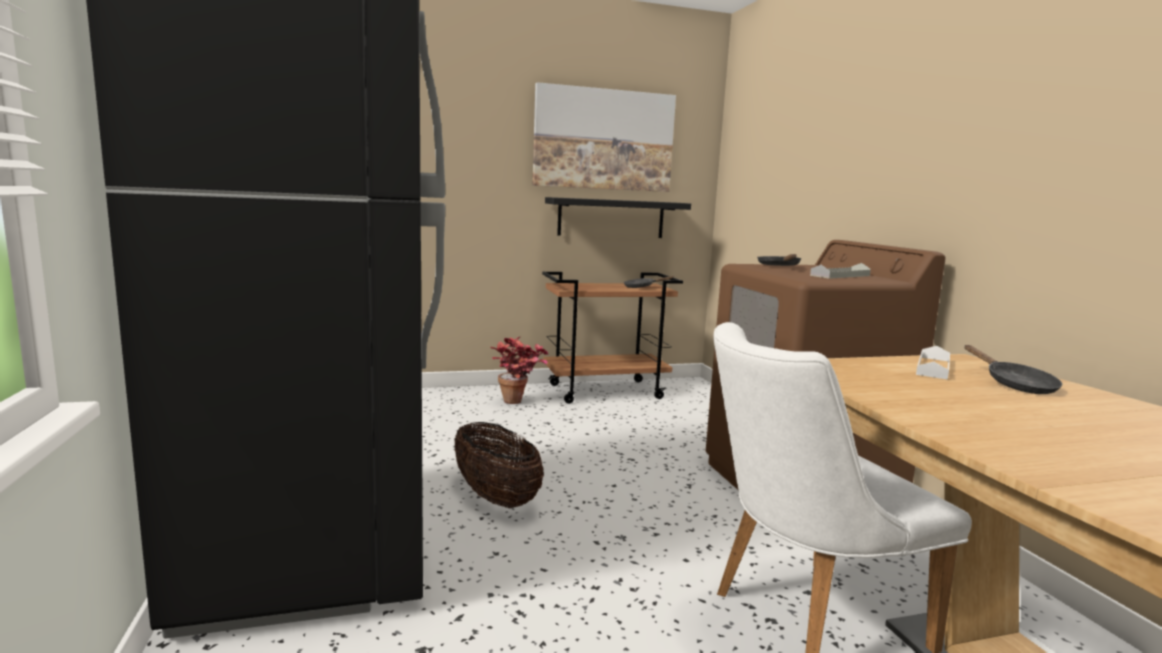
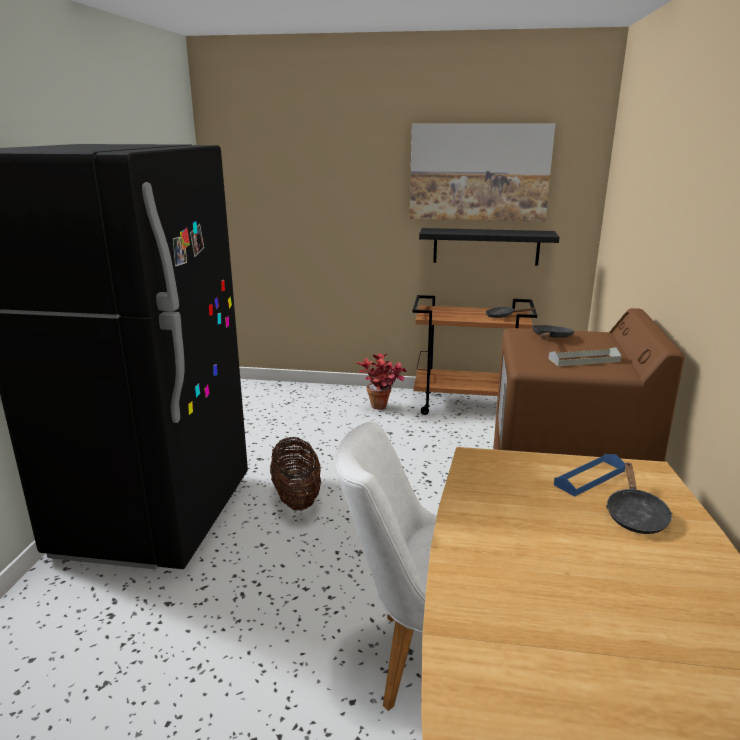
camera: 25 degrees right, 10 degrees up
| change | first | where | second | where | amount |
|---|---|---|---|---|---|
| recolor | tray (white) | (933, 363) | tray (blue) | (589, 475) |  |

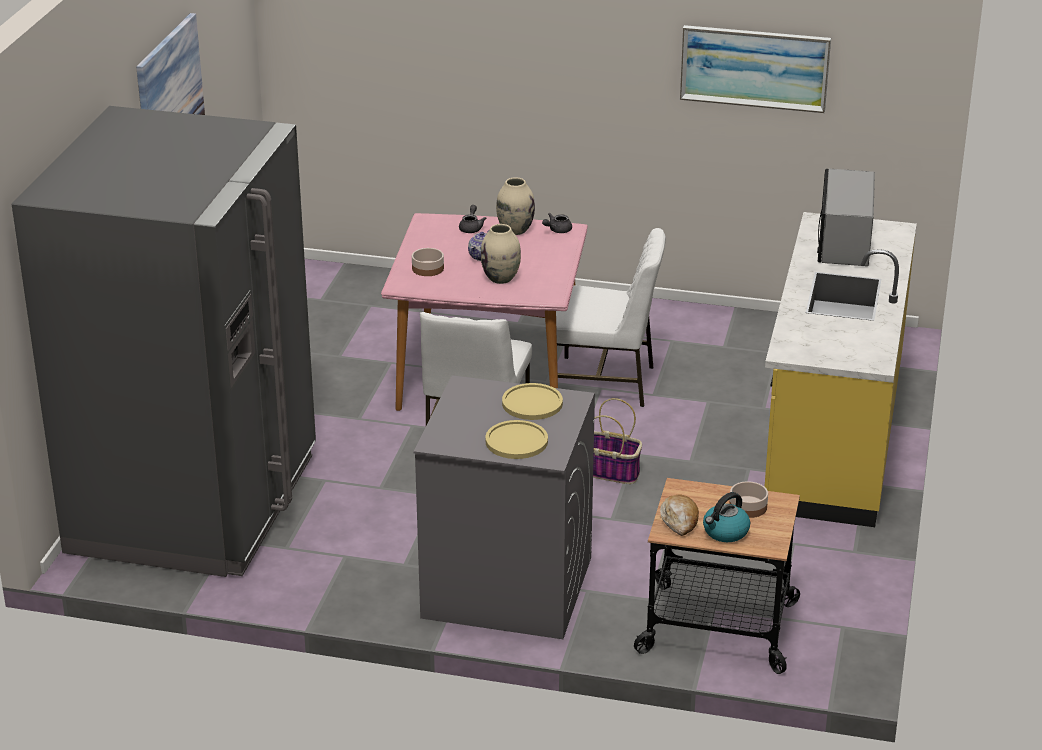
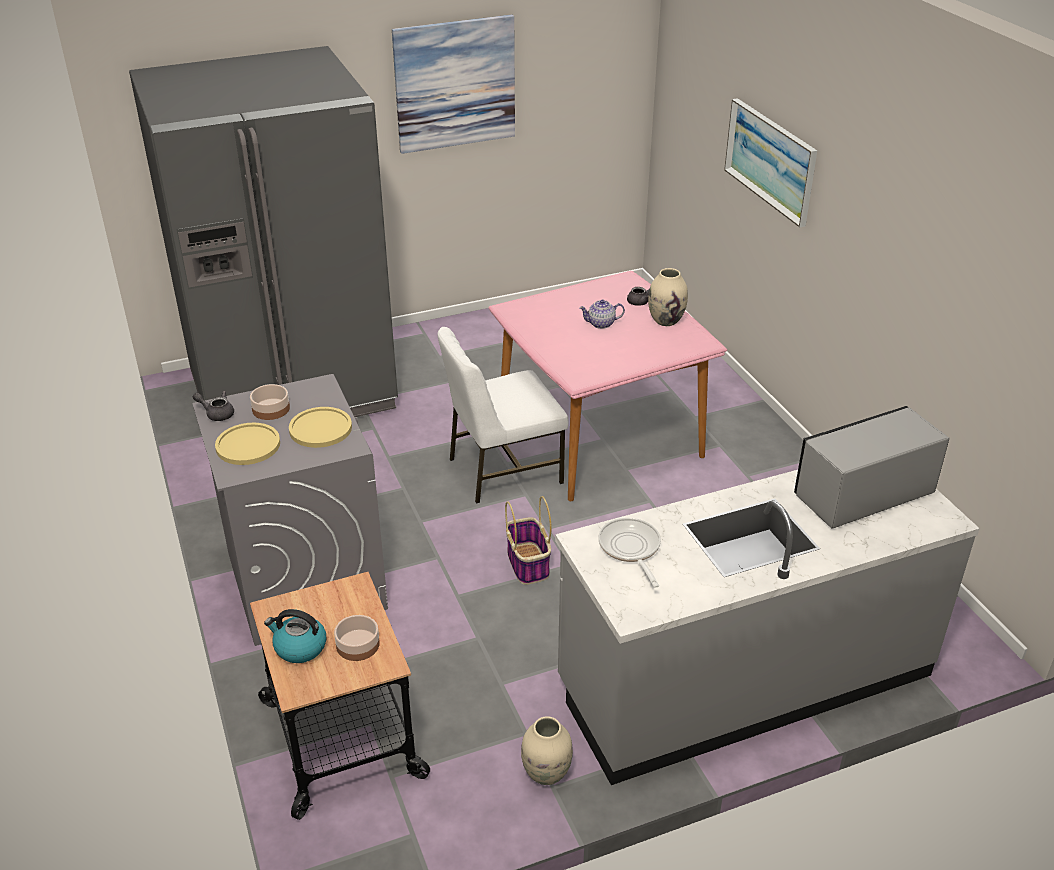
camera: 55 degrees right, 5 degrees up
| change | first | where | second | where | amount |
|---|---|---|---|---|---|
| move | teapot (grey) | (557, 223) |  | (213, 406) |  |
| move | bowl | (428, 262) |  | (270, 402) |  |
| move | vase (beige) | (501, 254) |  | (547, 750) |  |
| recolor | counter (yellow) | (840, 369) | counter (grey) | (767, 627) |  |
| insert |  |  | frying pan | (630, 553) |  |
| move | picture | (755, 69) |  | (770, 162) |  |
| delete | chair (white) | (611, 317) |  |  |  |
| delete | bread | (679, 515) |  |  |  |

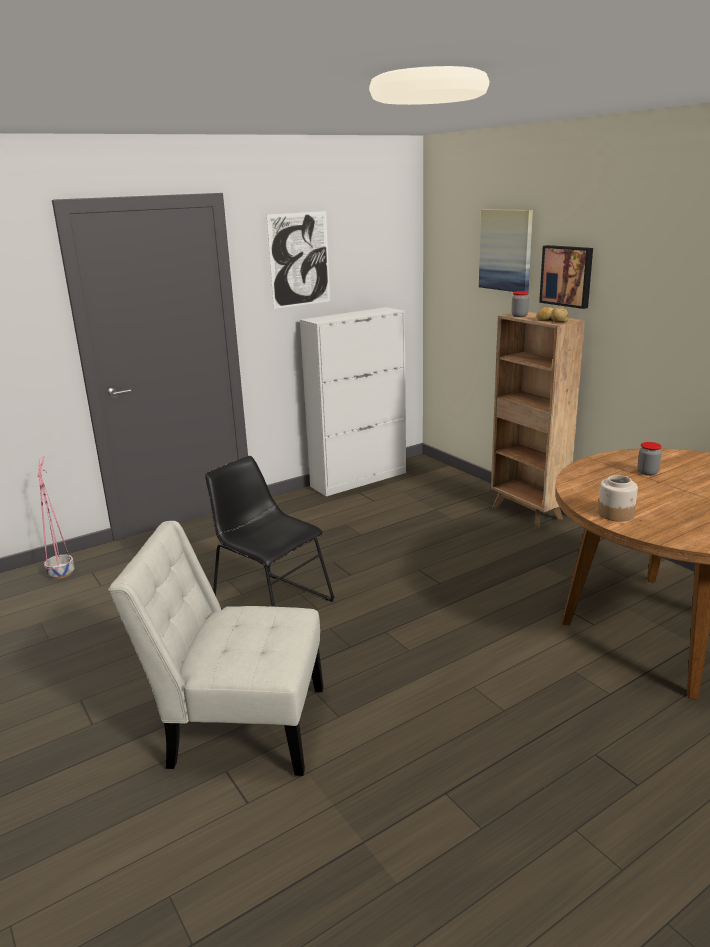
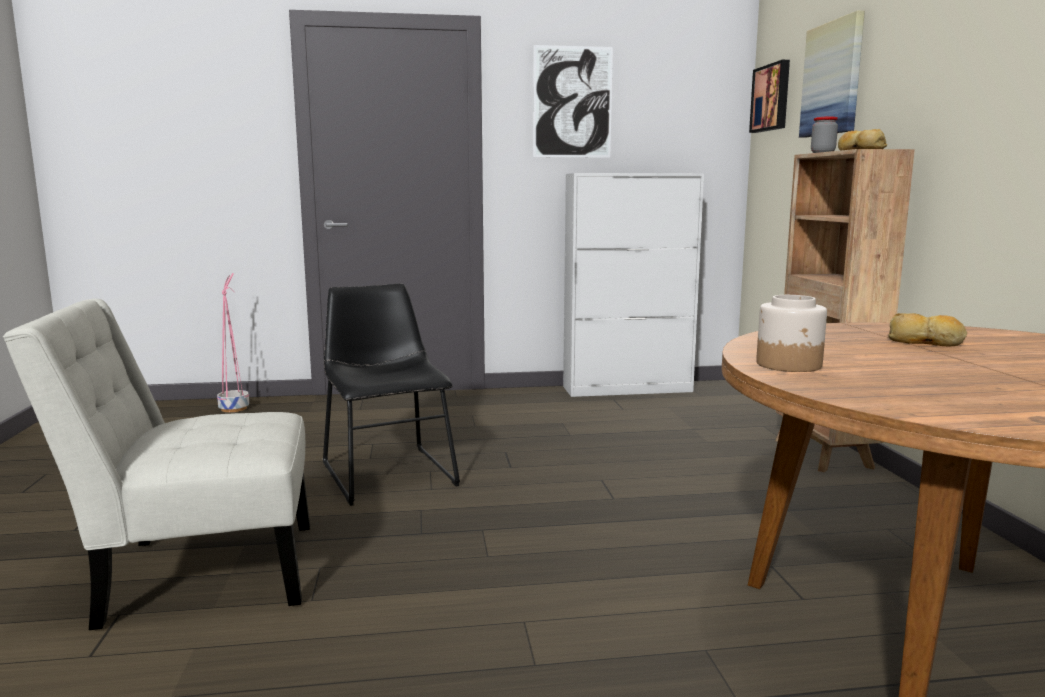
camera: 25 degrees right, 10 degrees down
| change | first | where | second | where | amount |
|---|---|---|---|---|---|
| rotate | chair (white) | (216, 648) |  | (156, 464) | 45 degrees counterclockwise |
| move | picture | (566, 277) |  | (769, 96) |  |
| replace | jar | (649, 459) | bread | (927, 329) |  |

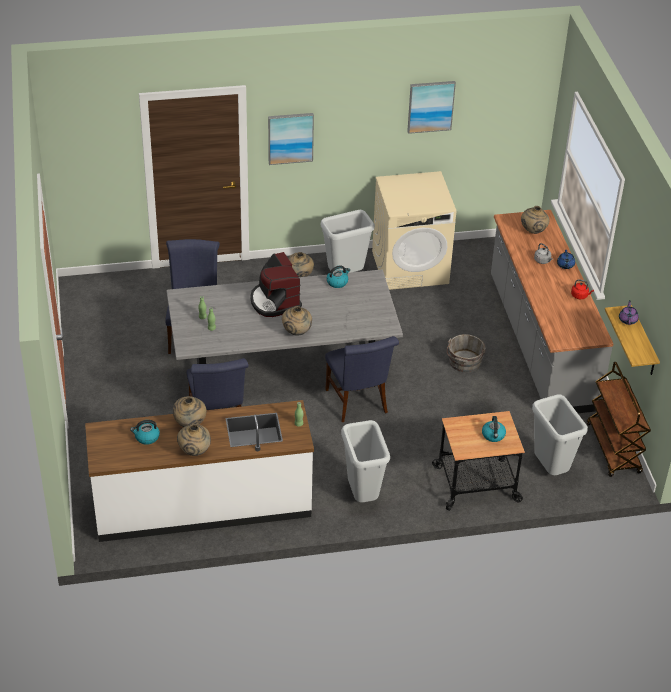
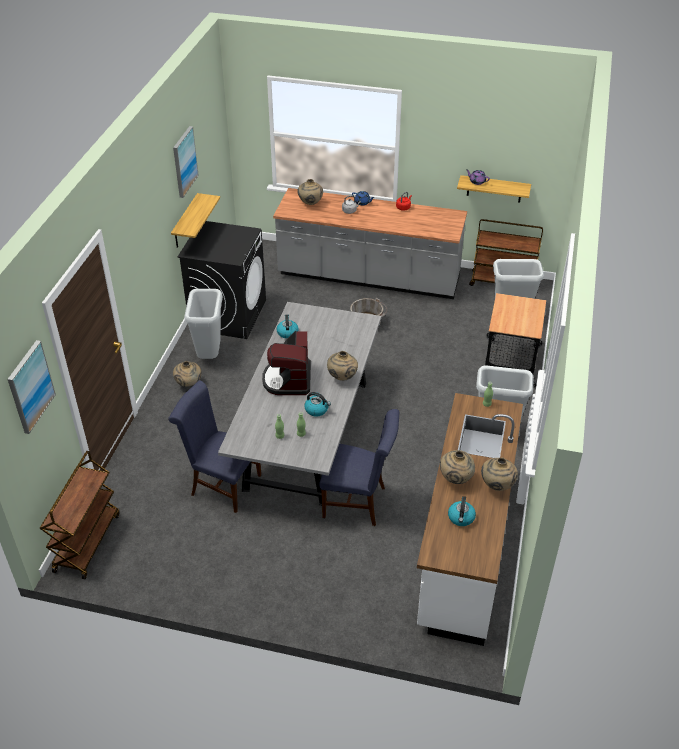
camera: 65 degrees left, 0 degrees up
| change | first | where | second | where | amount |
|---|---|---|---|---|---|
| move | picture | (291, 139) |  | (32, 387) |  |
| insert |  |  | cart (brown) | (80, 515) |  |
| insert |  |  | shelf | (195, 220) |  |
| recolor | washing machine (beige) | (414, 230) | washing machine (black) | (221, 280) |  |
| rotate | coffee machine | (276, 284) |  | (286, 363) | 90 degrees clockwise |
| move | kettle | (494, 429) |  | (317, 404) |  |
| delete | chair (blue) | (362, 379) |  |  |  |

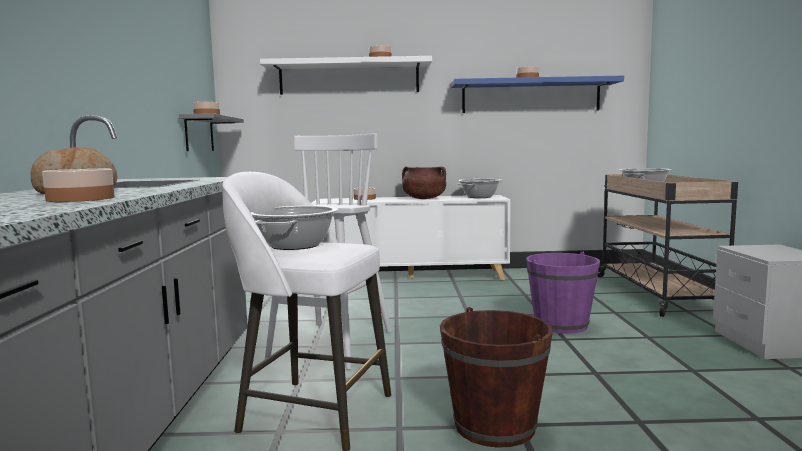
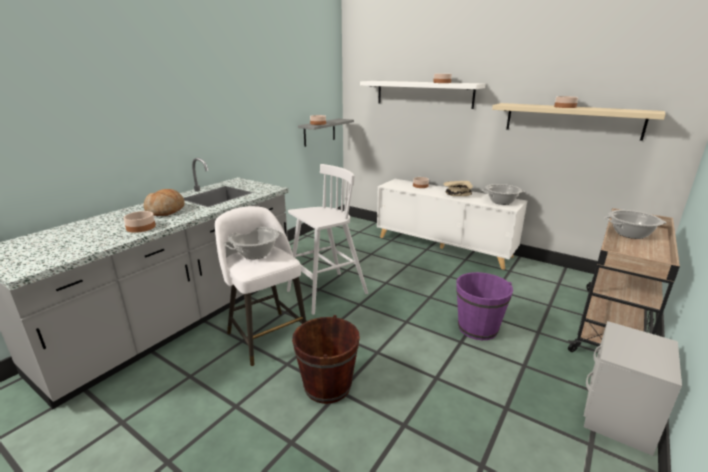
camera: 35 degrees right, 15 degrees up
| change | first | where | second | where | amount |
|---|---|---|---|---|---|
| replace | cooking pot (brown) | (424, 183) | bowl (beige) | (458, 188) |  |
| recolor | shelf (blue) | (537, 94) | shelf (beige) | (579, 122) |  |

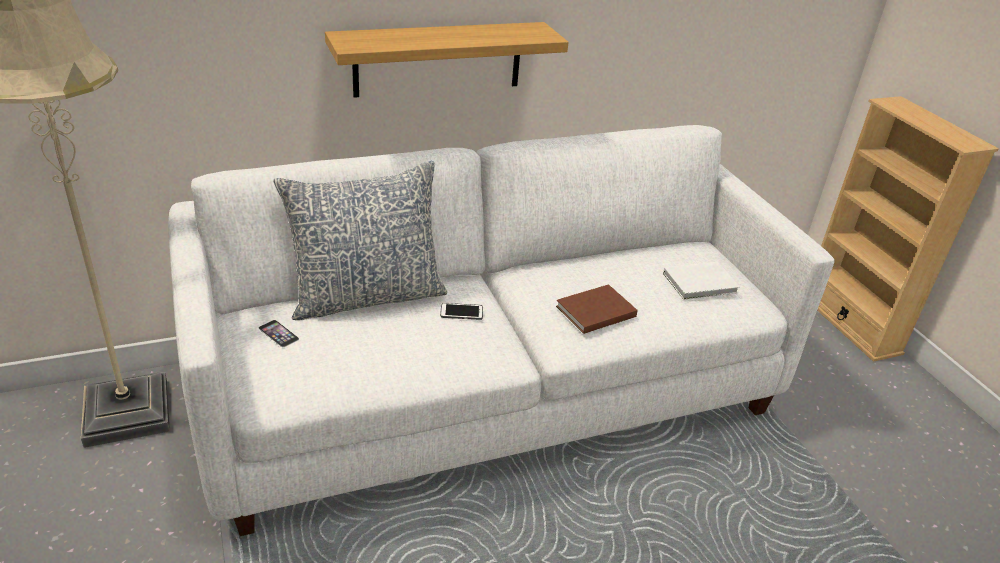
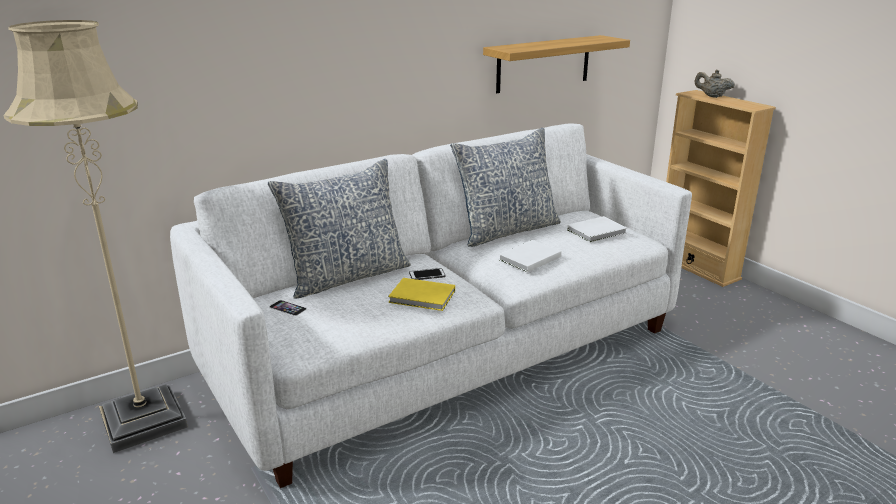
camera: 10 degrees left, 10 degrees down
| change | first | where | second | where | amount |
|---|---|---|---|---|---|
| insert |  |  | book (yellow) | (421, 294) |  |
| insert |  |  | pillow | (505, 187) |  |
| move | shelf | (447, 60) |  | (556, 64) |  |
| recolor | book (brown) | (597, 309) | book (white) | (529, 256) |  |
| insert |  |  | teapot (beige) | (714, 83) |  |

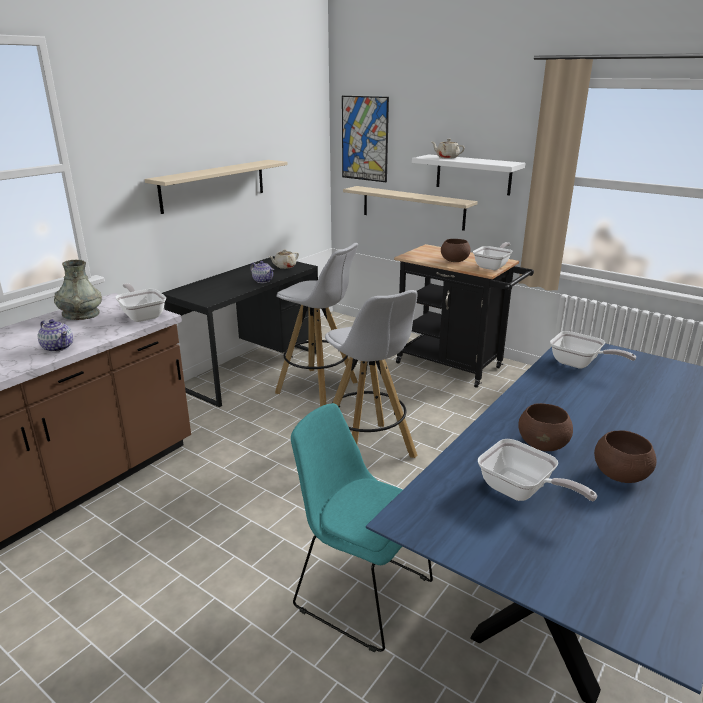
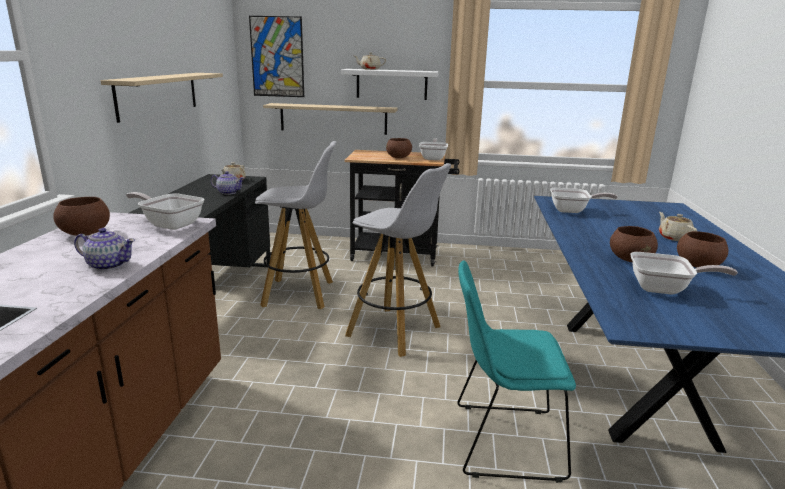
camera: 30 degrees left, 5 degrees down
| change | first | where | second | where | amount |
|---|---|---|---|---|---|
| replace | vase (grey) | (78, 290) | bowl (brown) | (81, 216) |  |
| insert |  |  | teapot (beige) | (678, 226) |  |

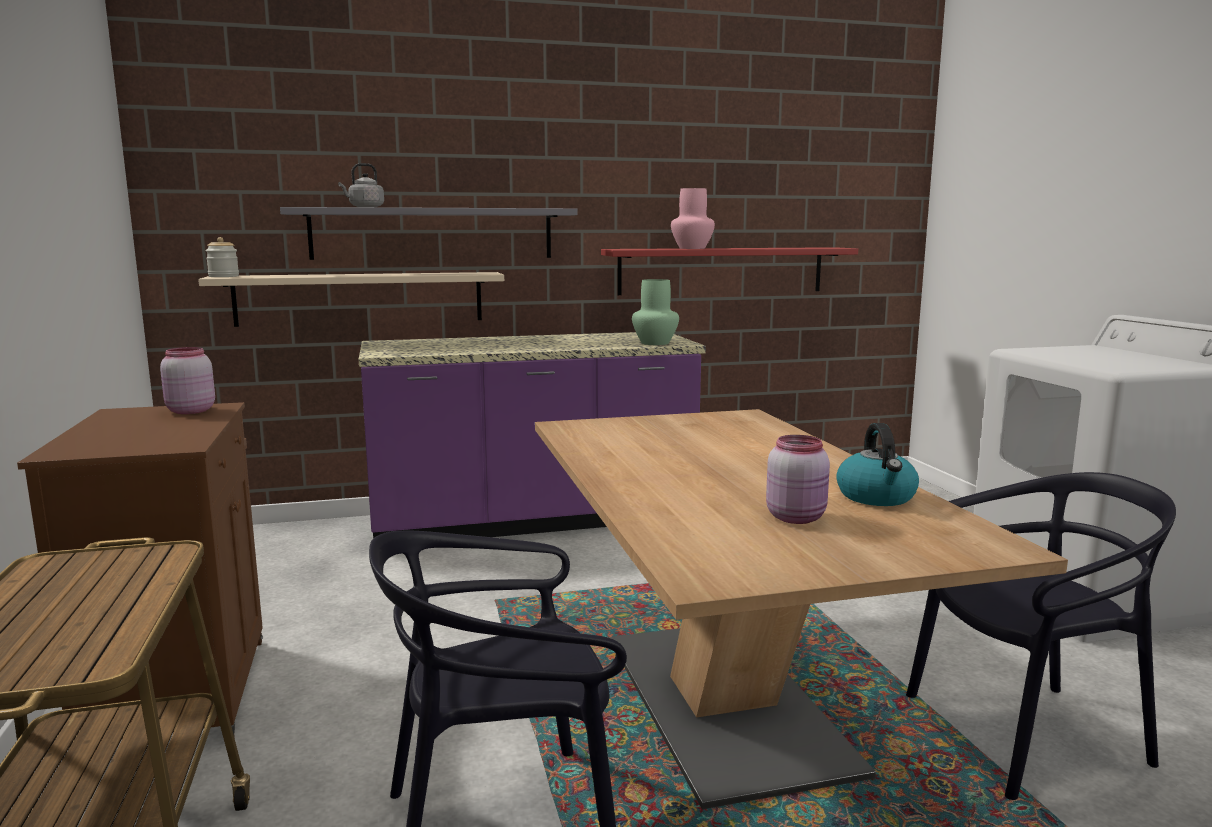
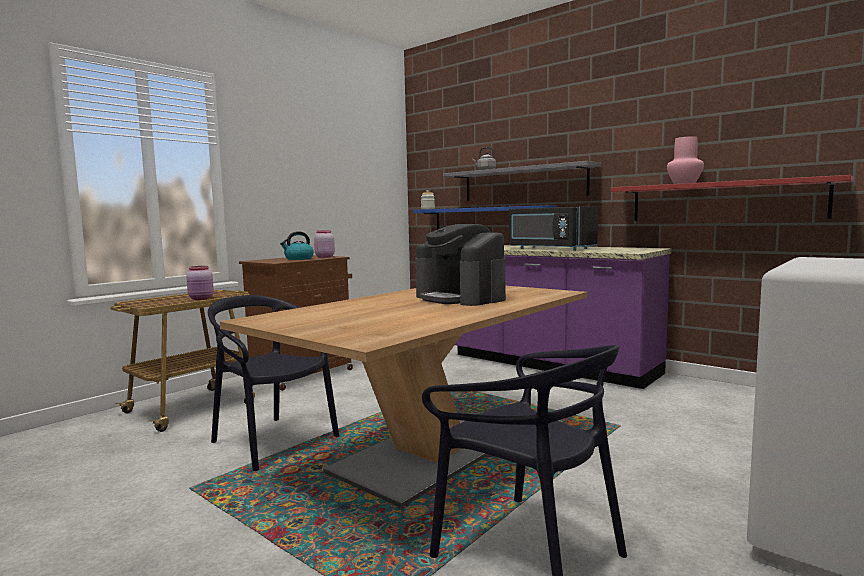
camera: 55 degrees right, 5 degrees down
| change | first | where | second | where | amount |
|---|---|---|---|---|---|
| move | jar (pink) | (798, 479) |  | (200, 283) |  |
| move | kettle | (877, 464) |  | (297, 245) |  |
| recolor | shelf (beige) | (351, 299) | shelf (blue) | (485, 218) |  |
| insert |  |  | coffee machine | (460, 265) |  |
| insert |  |  | microwave (black) | (553, 228) |  |
| delete | vase (green) | (655, 312) |  |  |  |

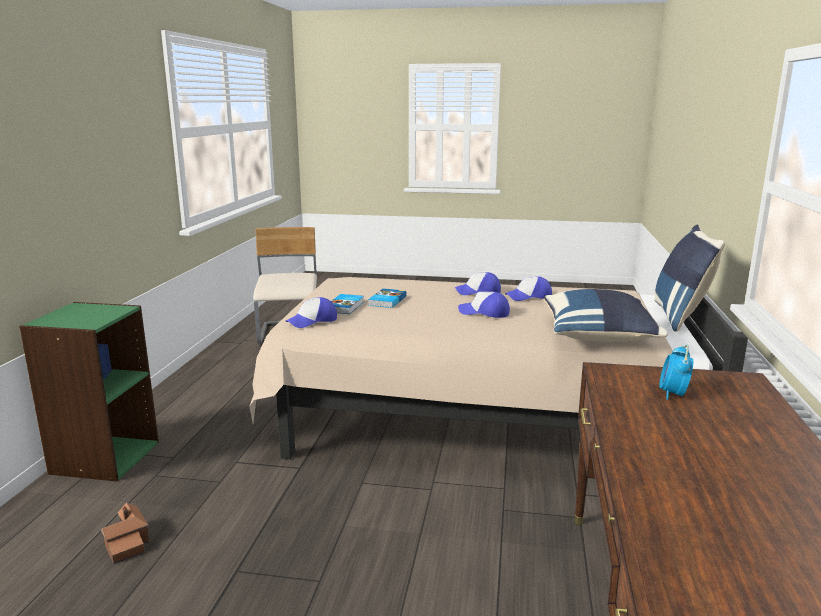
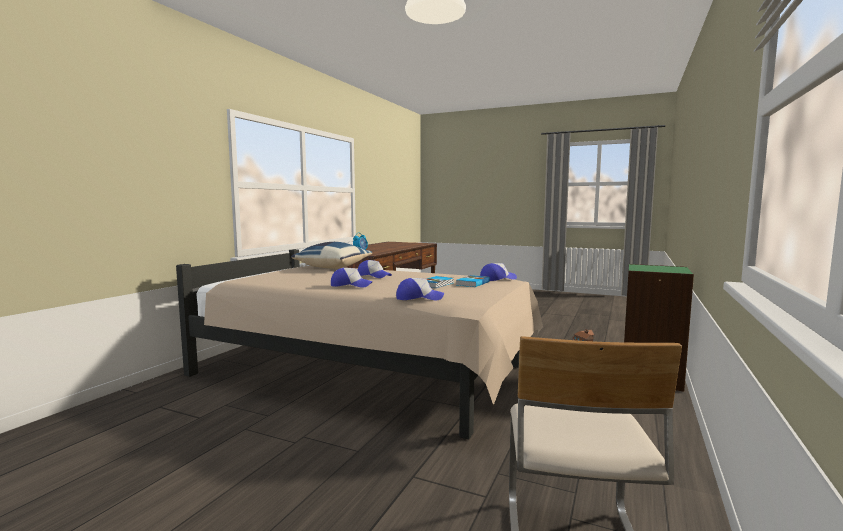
camera: 165 degrees left, 10 degrees down
| change | first | where | second | where | amount |
|---|---|---|---|---|---|
| move | cap | (528, 288) |  | (420, 289) |  |
| delete | pillow (blue) | (689, 278) |  |  |  |

